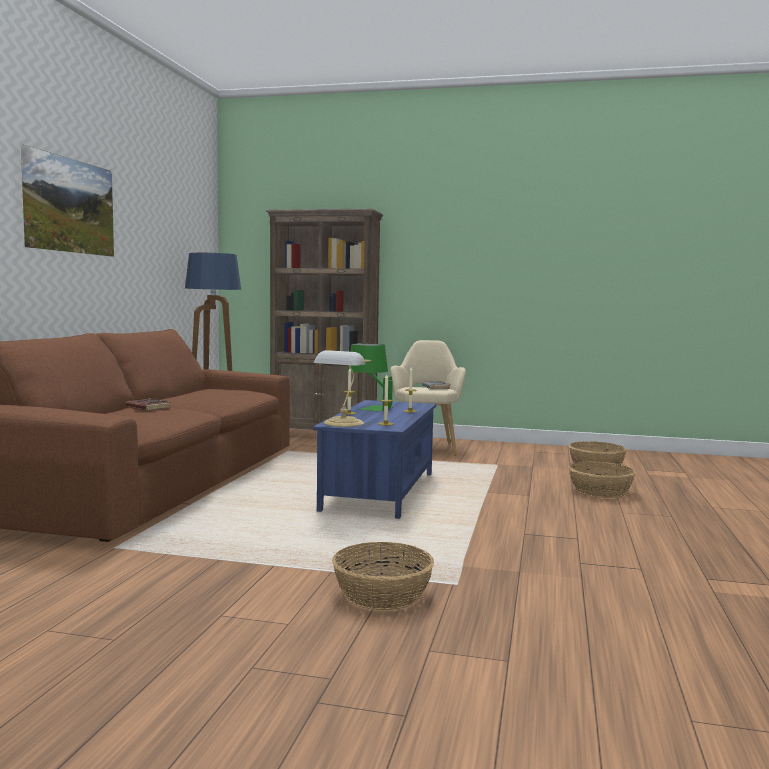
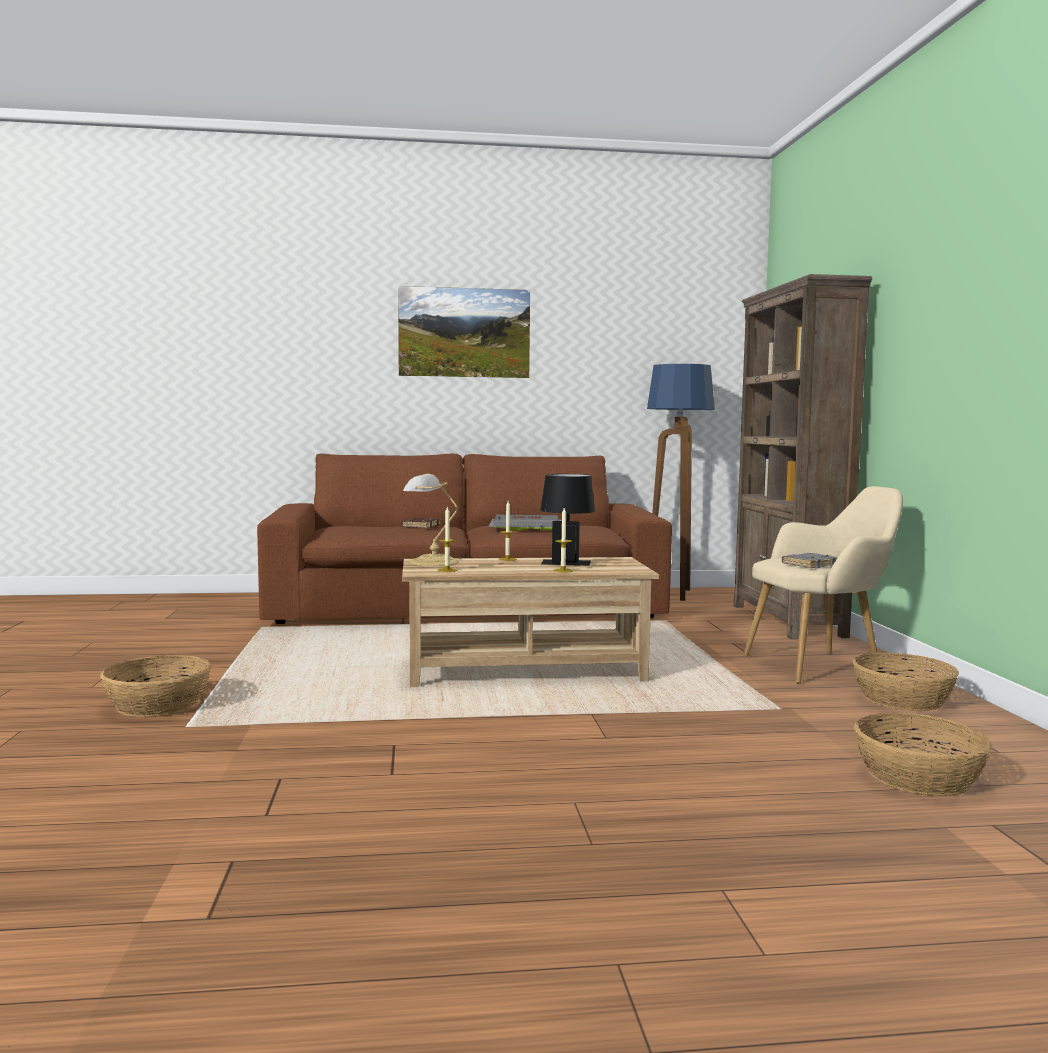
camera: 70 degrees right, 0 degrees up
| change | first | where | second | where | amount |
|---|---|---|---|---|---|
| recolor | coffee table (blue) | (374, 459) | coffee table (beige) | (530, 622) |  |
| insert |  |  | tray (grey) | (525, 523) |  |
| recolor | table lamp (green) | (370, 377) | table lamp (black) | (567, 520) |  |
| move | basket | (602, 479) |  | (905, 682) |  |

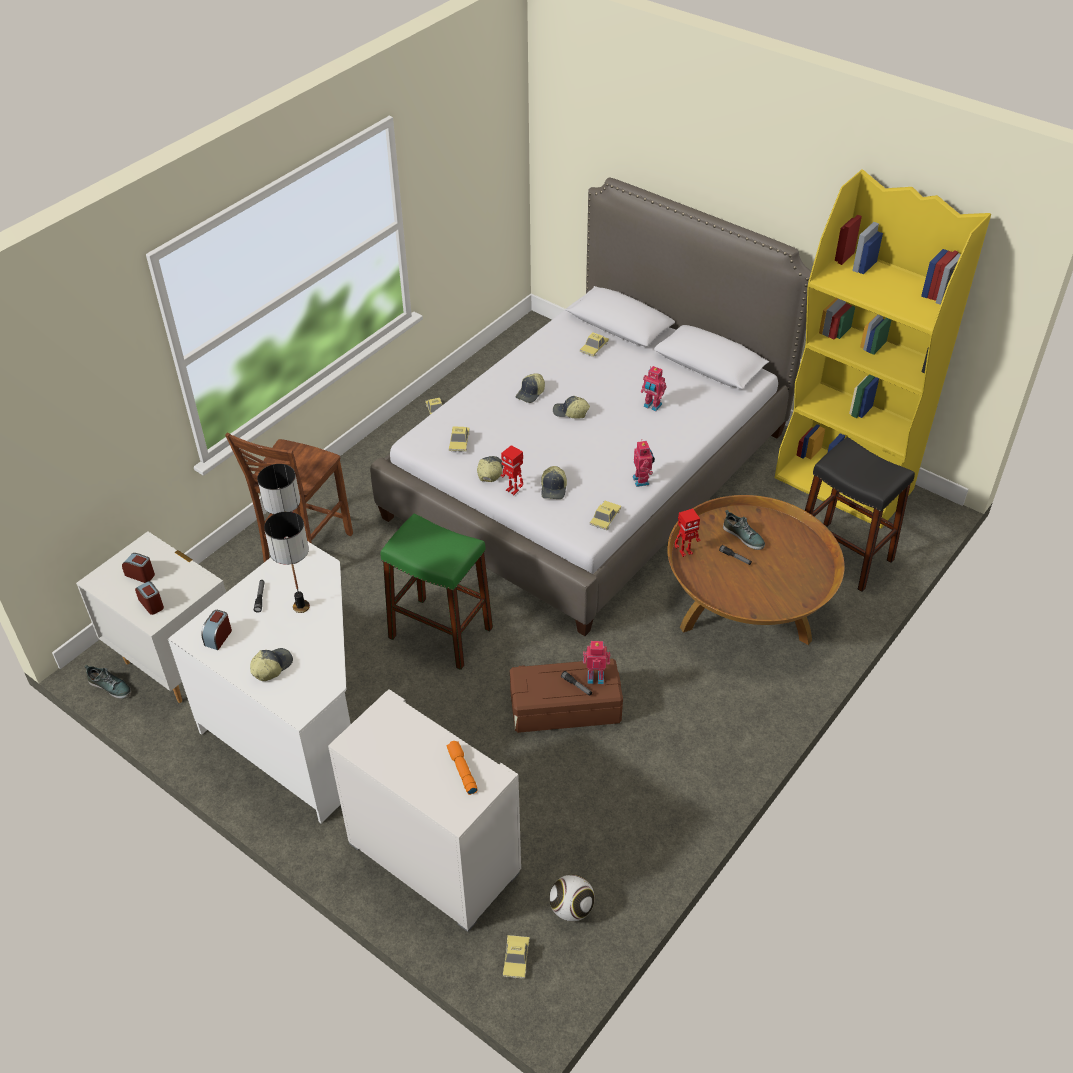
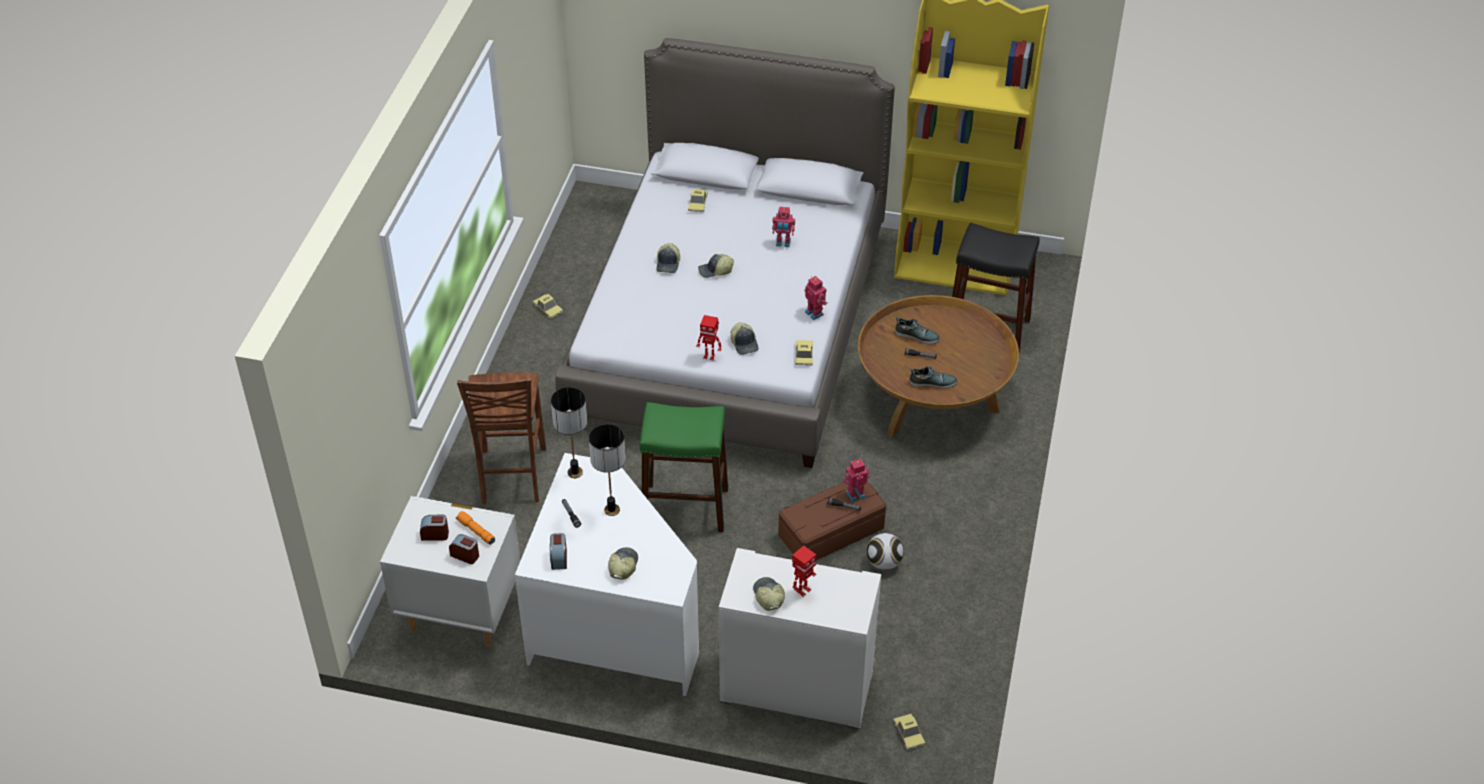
camera: 25 degrees left, 0 degrees up
| change | first | where | second | where | amount |
|---|---|---|---|---|---|
| move | flashlight (orange) | (461, 768) |  | (475, 528) |  |
| move | cap | (490, 469) |  | (769, 594) |  |
| move | toy robot | (687, 533) |  | (804, 571) |  |
| move | football | (572, 898) |  | (885, 551) |  |
| move | shoe | (108, 682) |  | (933, 377) |  |
| delete | toy car | (459, 439) |  |  |  |

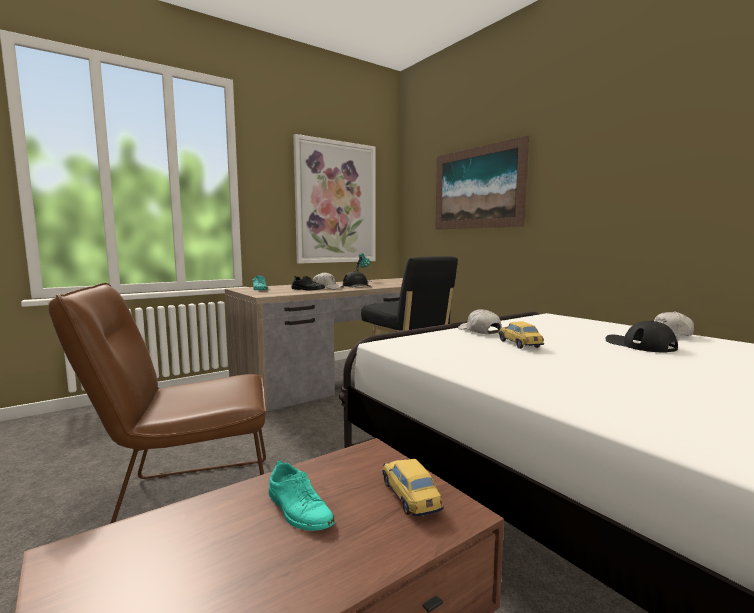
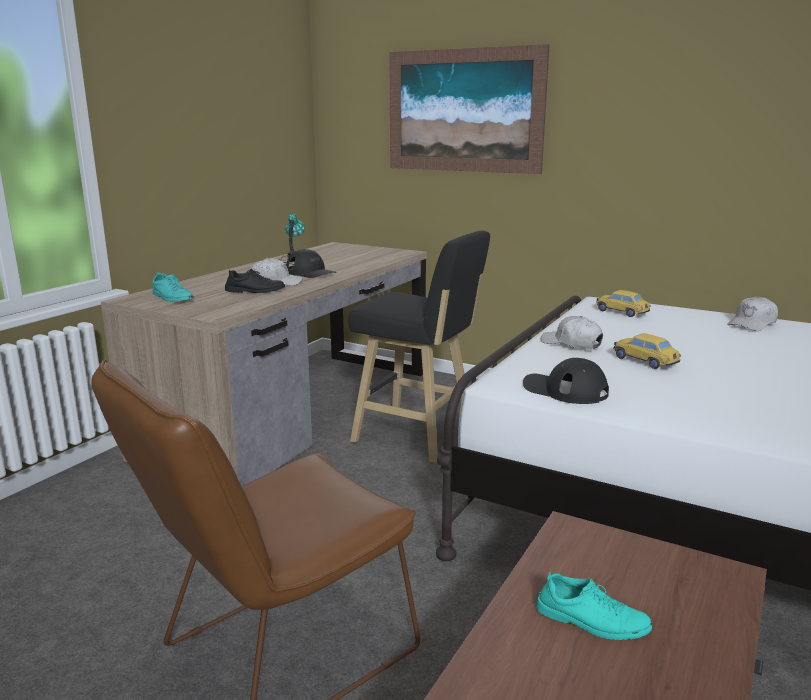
camera: 25 degrees left, 10 degrees up
| change | first | where | second | where | amount |
|---|---|---|---|---|---|
| move | cap (black) | (641, 337) |  | (566, 381) |  |
| move | toy car | (413, 487) |  | (623, 303) |  |
| delete | picture | (334, 199) |  |  |  |

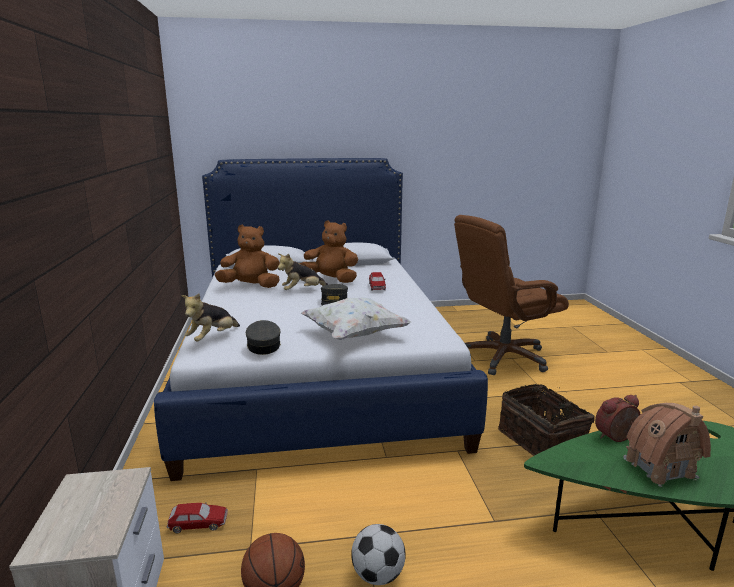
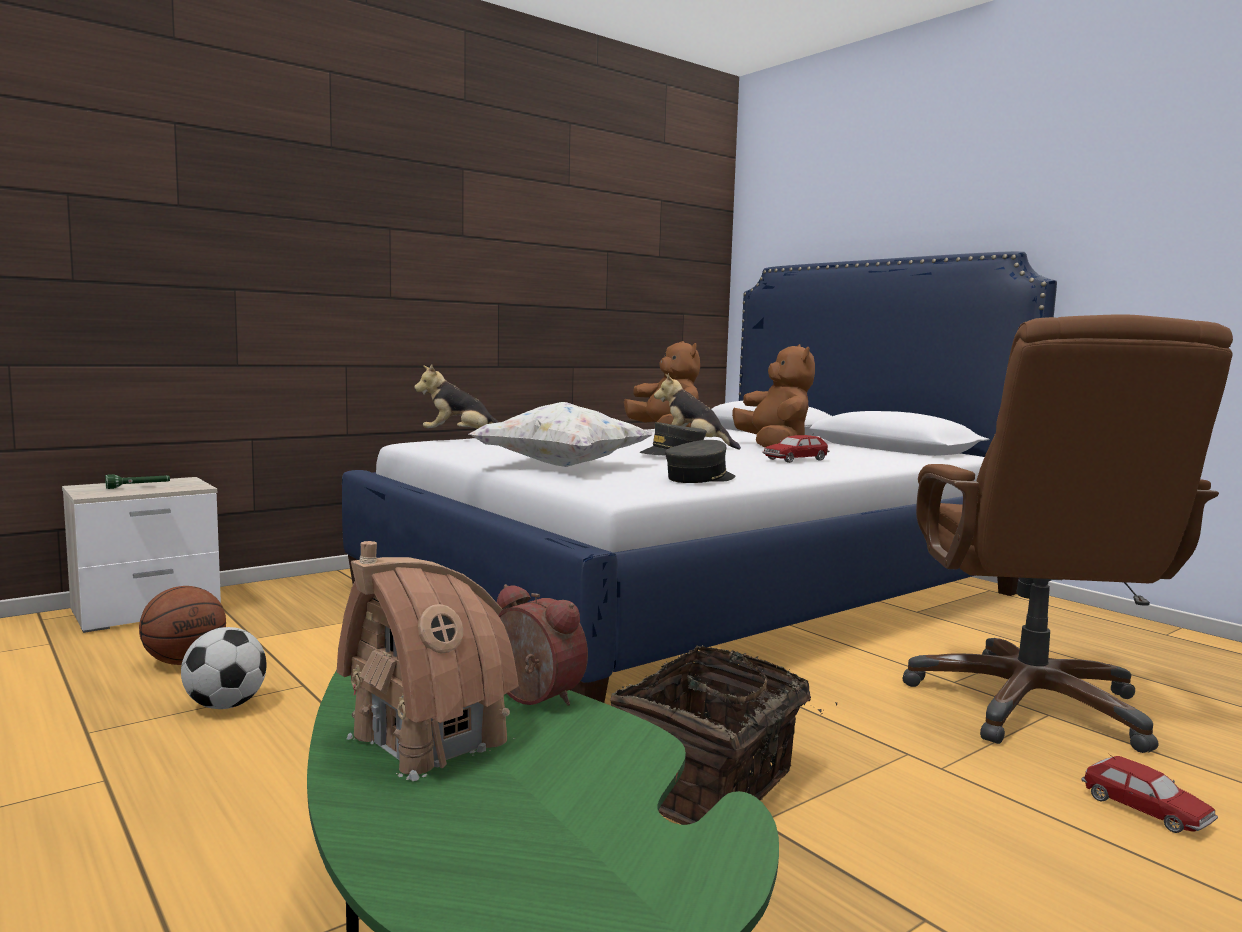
camera: 60 degrees right, 10 degrees down
| change | first | where | second | where | amount |
|---|---|---|---|---|---|
| insert |  |  | flashlight (green) | (137, 481) |  |
| move | cap (grey) | (263, 337) |  | (700, 461) |  |
| rotate | office chair (brown) | (511, 295) |  | (1068, 533) | 120 degrees counterclockwise |
| move | toy car | (197, 518) |  | (1150, 794) |  |

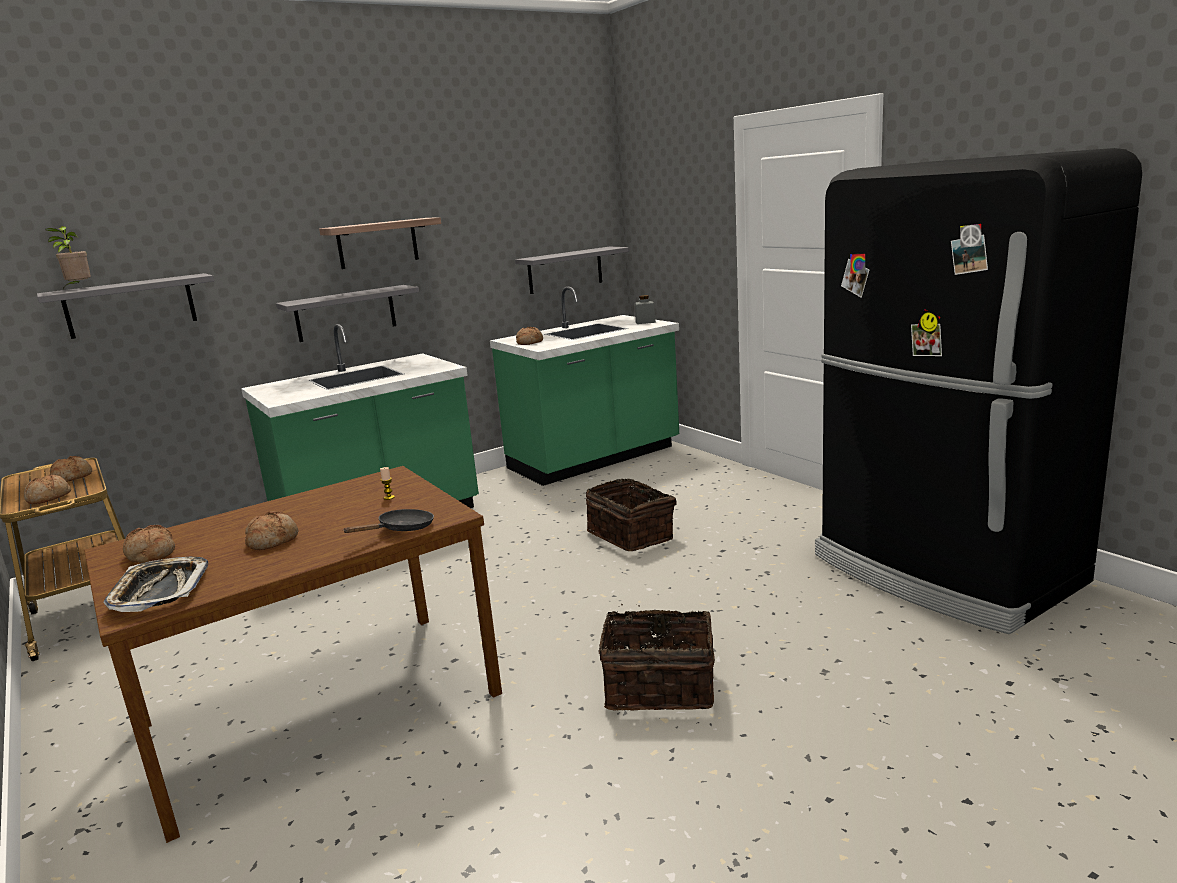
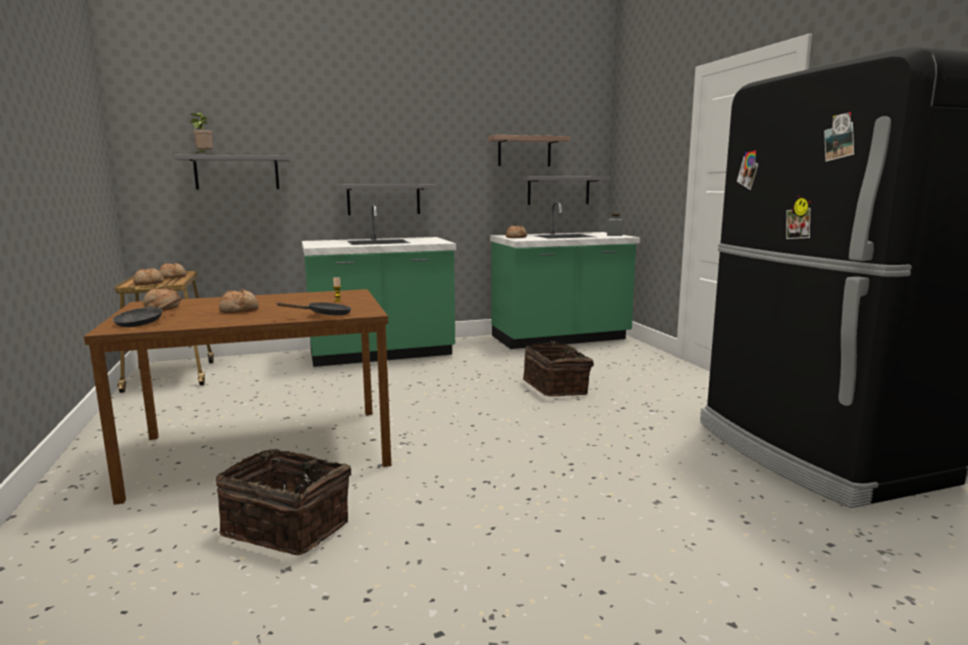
camera: 15 degrees right, 5 degrees down
| change | first | where | second | where | amount |
|---|---|---|---|---|---|
| replace | tray | (156, 584) | frying pan (black) | (147, 312) |  |
| move | basket | (657, 657) |  | (283, 500) |  |
| move | shelf | (380, 243) |  | (529, 150) |  |

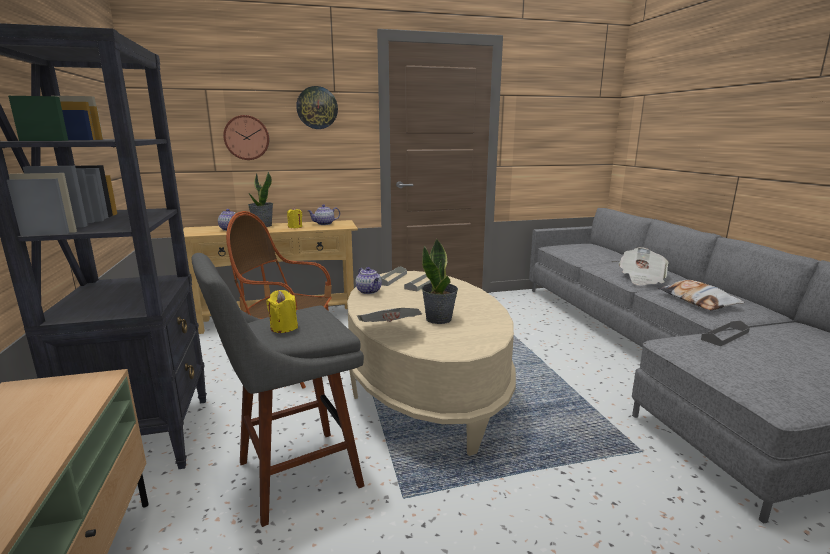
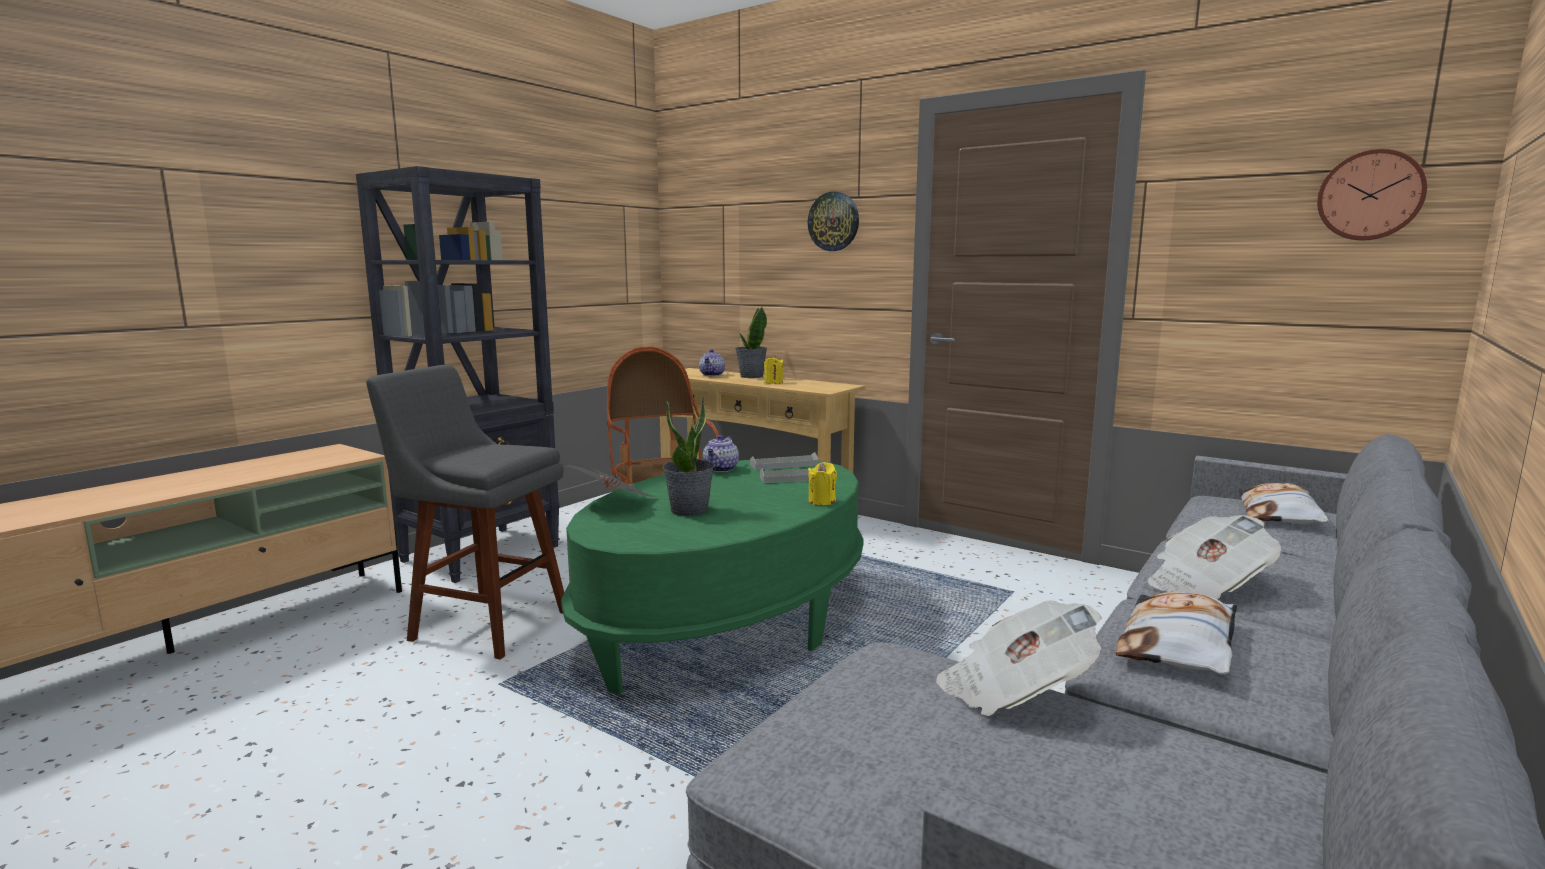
camera: 50 degrees right, 5 degrees down
| change | first | where | second | where | amount |
|---|---|---|---|---|---|
| recolor | coffee table (beige) | (431, 363) | coffee table (green) | (712, 577) |  |
| move | candle (yellow) | (282, 311) |  | (822, 483) |  |
| replace | tray (grey) | (725, 333) | newspaper | (1019, 658) |  |
| insert |  |  | pillow | (1283, 504) |  |
| move | wall clock | (246, 137) |  | (1372, 194) |  |
| delete | teapot | (324, 214) |  |  |  |

